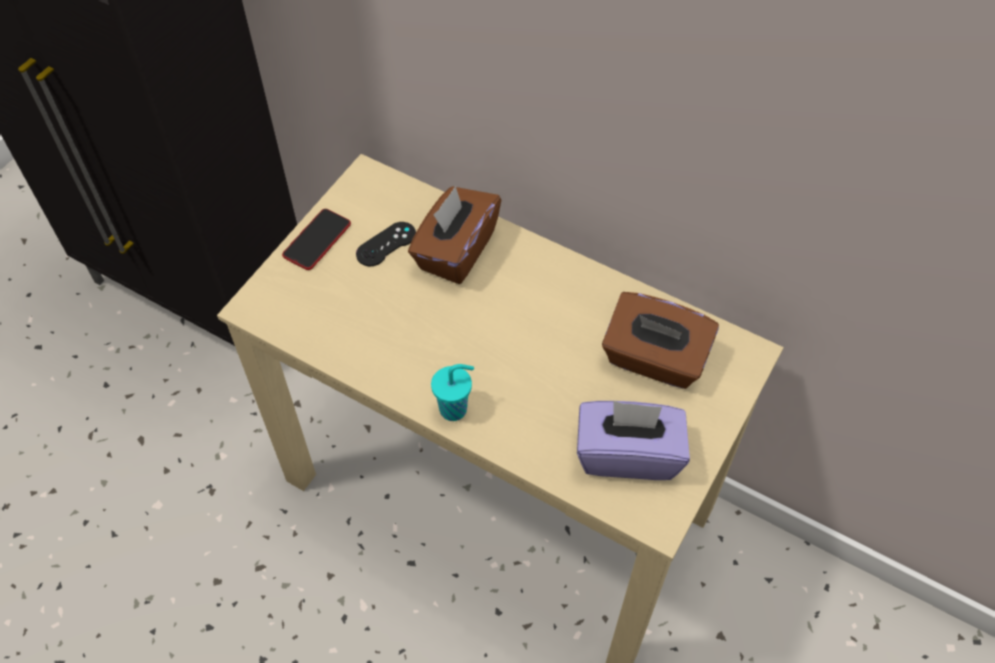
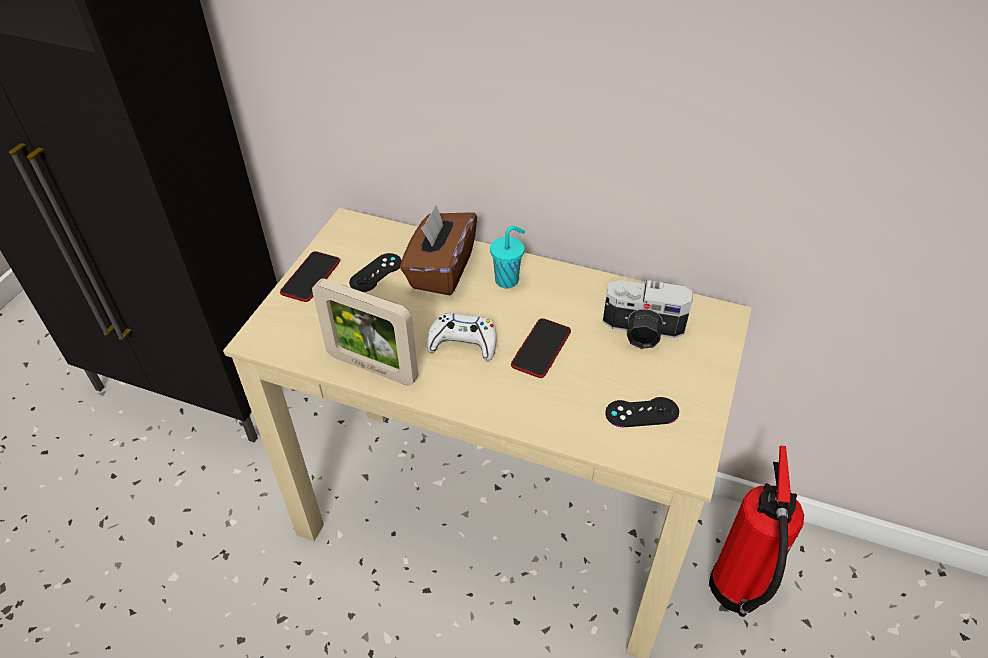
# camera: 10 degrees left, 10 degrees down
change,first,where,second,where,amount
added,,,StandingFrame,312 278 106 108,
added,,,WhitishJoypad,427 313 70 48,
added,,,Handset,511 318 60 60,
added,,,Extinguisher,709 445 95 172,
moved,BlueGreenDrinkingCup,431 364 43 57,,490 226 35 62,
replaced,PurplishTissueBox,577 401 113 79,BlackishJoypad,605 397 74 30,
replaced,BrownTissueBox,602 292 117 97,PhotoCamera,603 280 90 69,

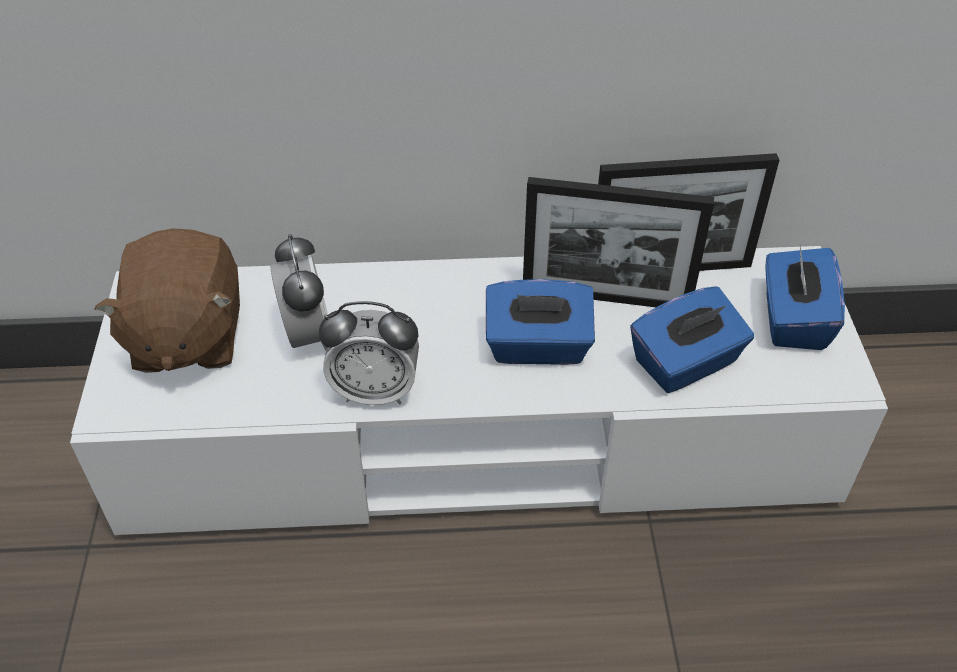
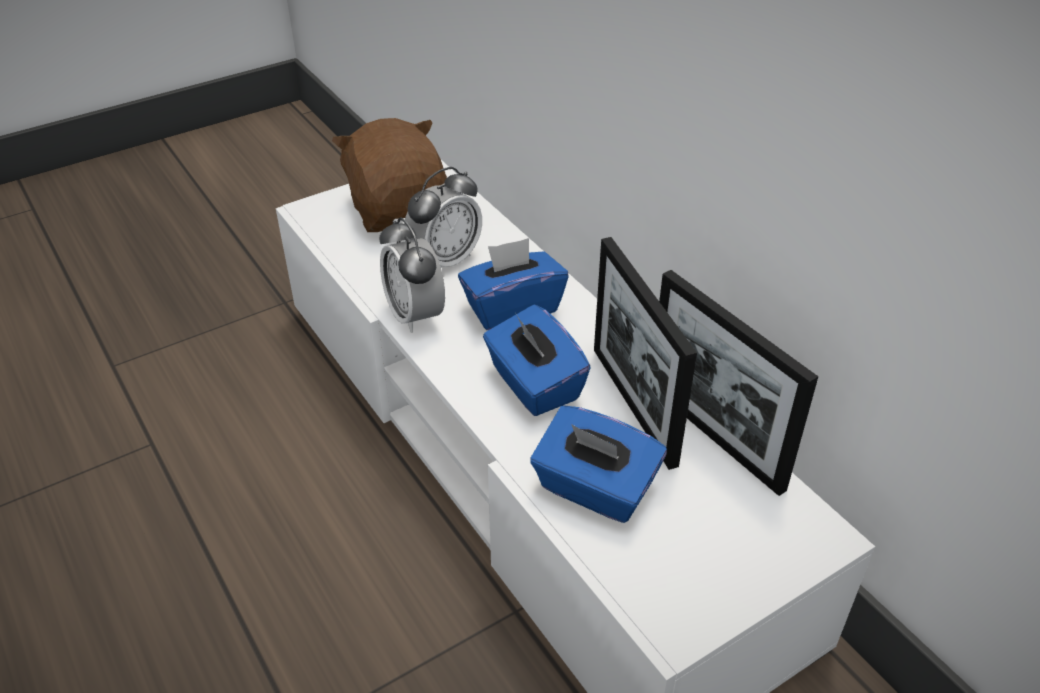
# camera: 60 degrees right, 5 degrees down
change,first,where,second,where,amount
moved,BlueColouredTissueBox,765 245 80 105,,458 238 110 92,
turned,BrownCuddlyToy,95 228 145 145,,332 118 115 114,105 degrees clockwise

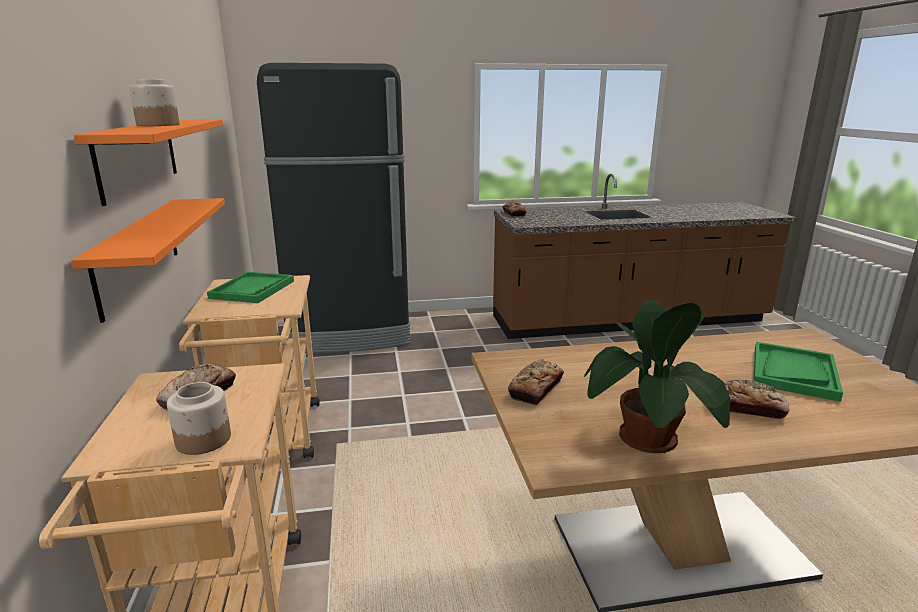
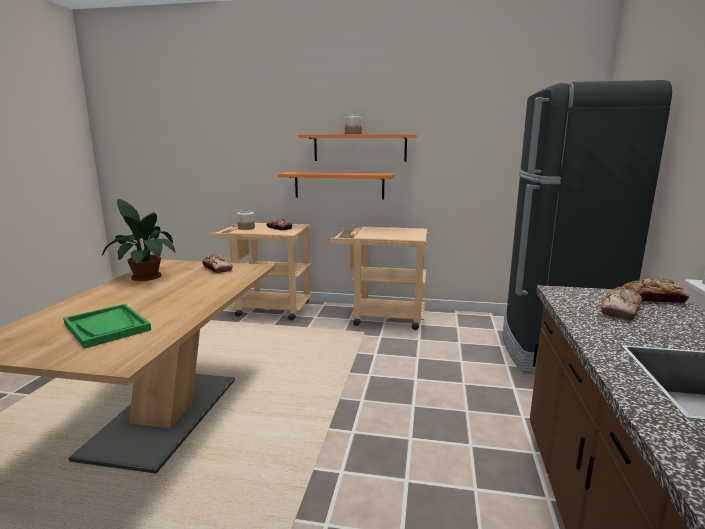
# camera: 110 degrees right, 5 degrees down
change,first,where,second,where,amount
removed,GreenishTray,207 272 87 31,,,
moved,BakedBread,723 380 66 39,,601 287 41 33,

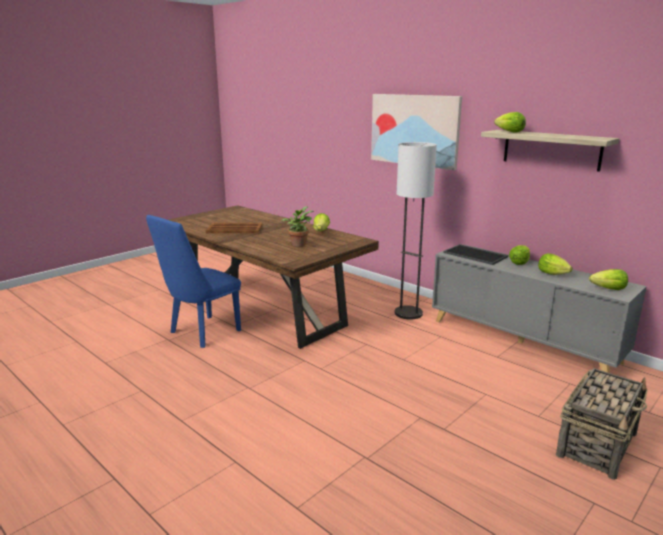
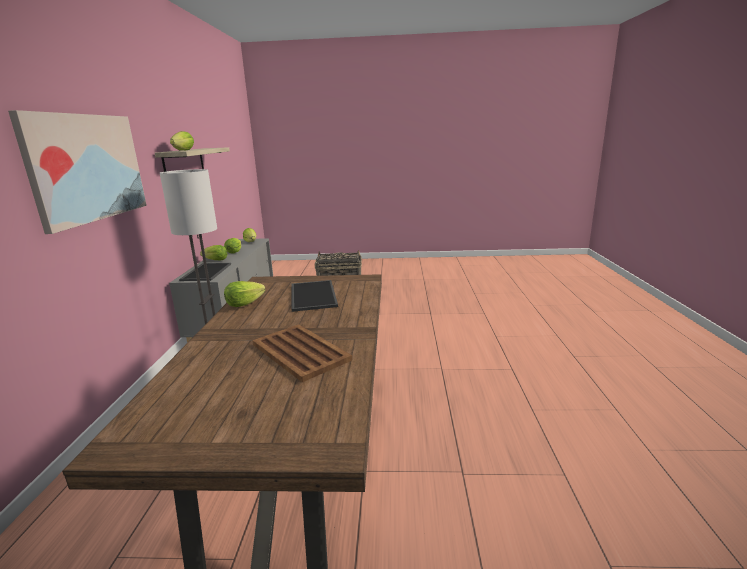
# camera: 130 degrees left, 0 degrees up
change,first,where,second,where,amount
removed,BlueColouredPlainChair,146 215 95 133,,,
replaced,PlantInAPot,281 206 33 41,Tray,291 280 47 32,

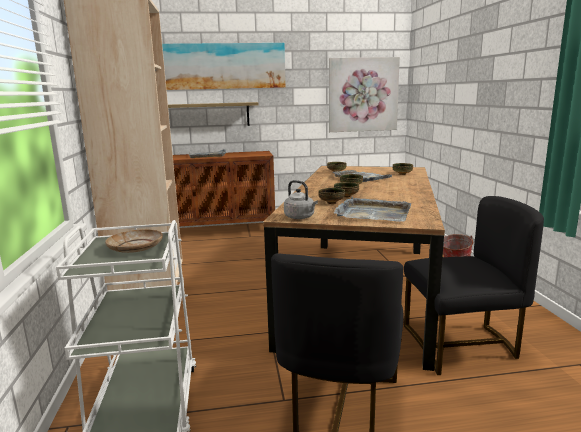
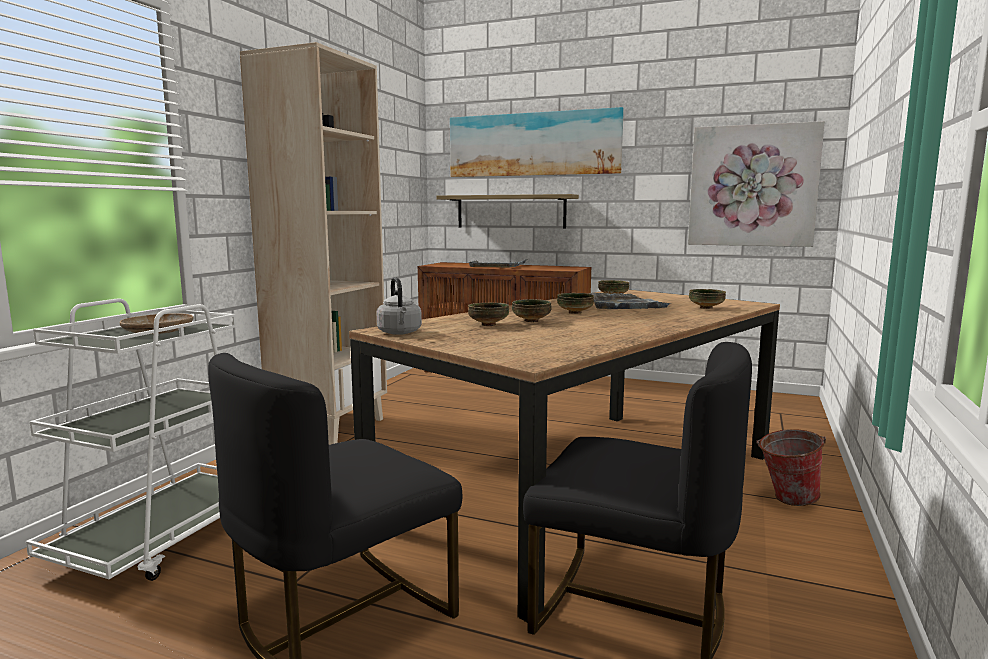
# camera: 30 degrees right, 5 degrees down
change,first,where,second,where,amount
removed,GreyishTray,334 197 77 25,,,

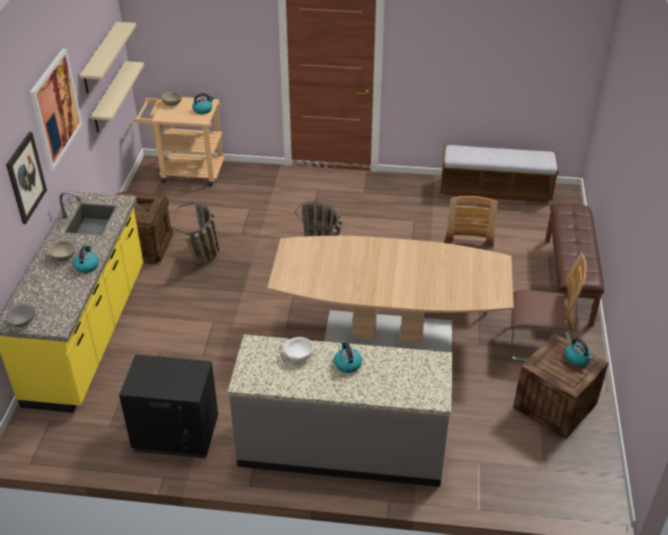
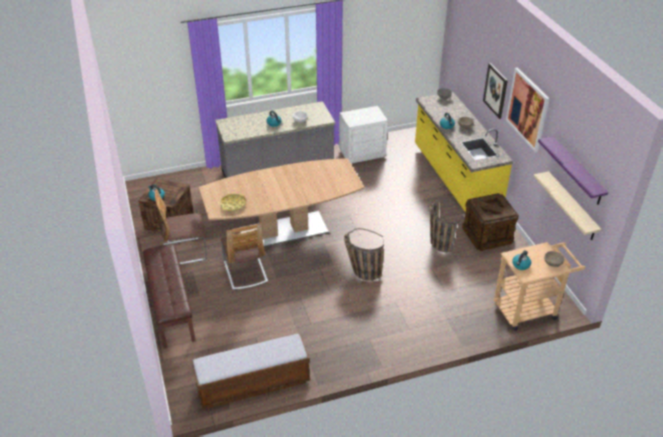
# camera: 155 degrees right, 0 degrees up
change,first,where,second,where,amount
added,,,YellowTray,220 193 26 18,
recoloured,BeigeBracketShelf,79 22 57 71,PurplishBracketShelf,538 136 70 69,
recoloured,BlackishBedsideTable,119 354 99 105,WhitishBedsideTable,339 106 49 58,

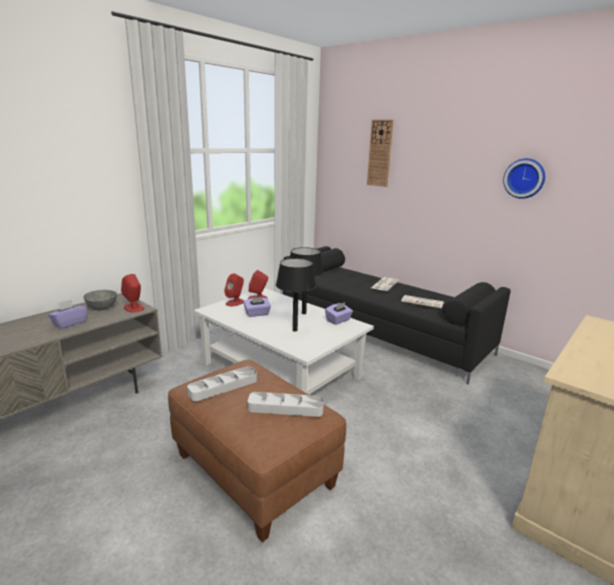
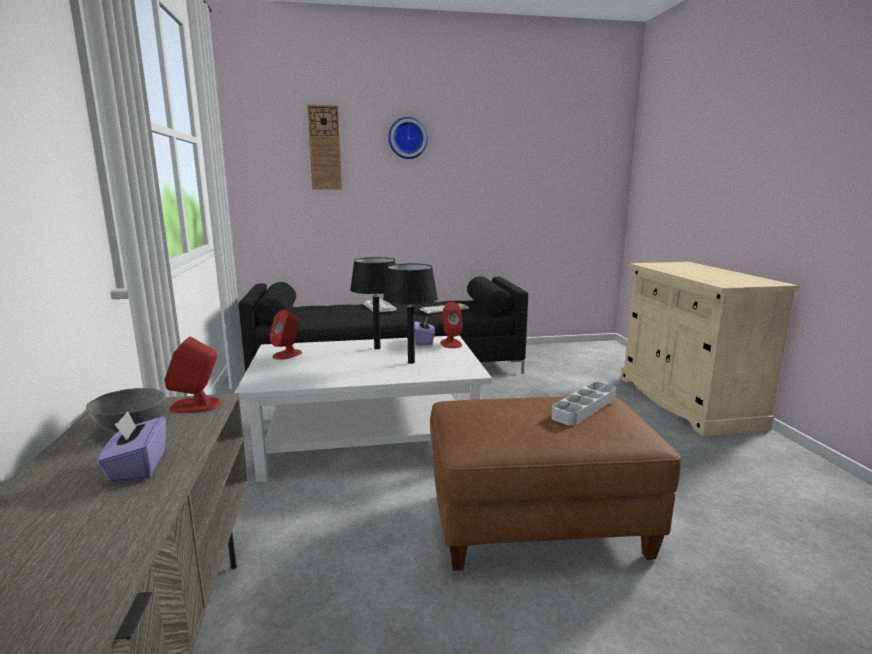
# camera: 50 degrees left, 5 degrees down
change,first,where,second,where,amount
removed,GreyishTray,187 366 70 35,,,
removed,PurplishTissueBox,243 297 28 20,,,
moved,RedColouredSpeaker,224 273 20 33,,440 302 23 46,
moved,ClockOnTheWall,503 158 42 41,,388 117 40 42,

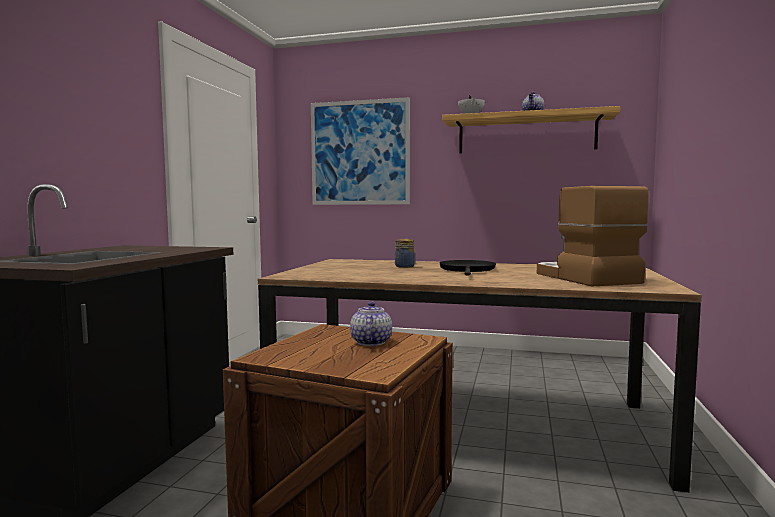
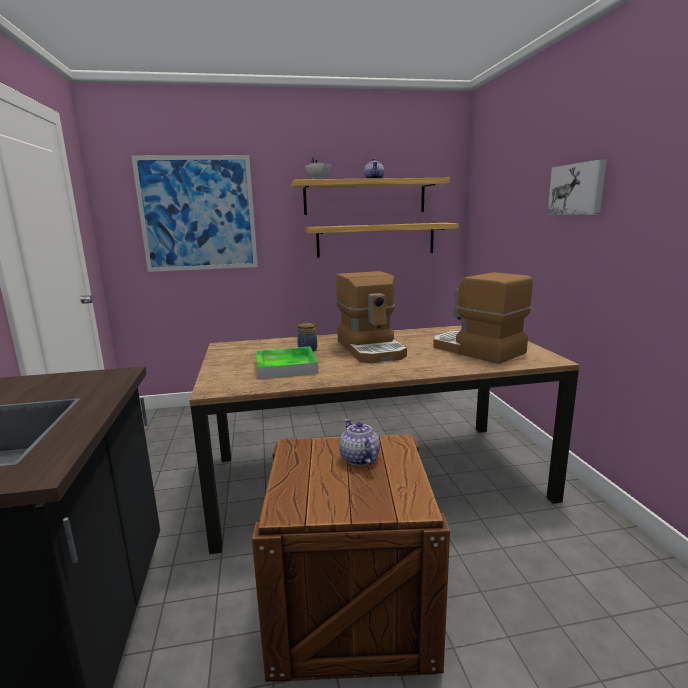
# camera: 25 degrees left, 10 degrees up
change,first,where,second,where,amount
added,,,Tray,256 346 62 33,
added,,,BracketShelf,305 223 154 35,
added,,,WallPicture,547 159 60 56,
replaced,BlackishFryingPan,439 260 57 15,CoffeeBrewer,336 271 71 92,

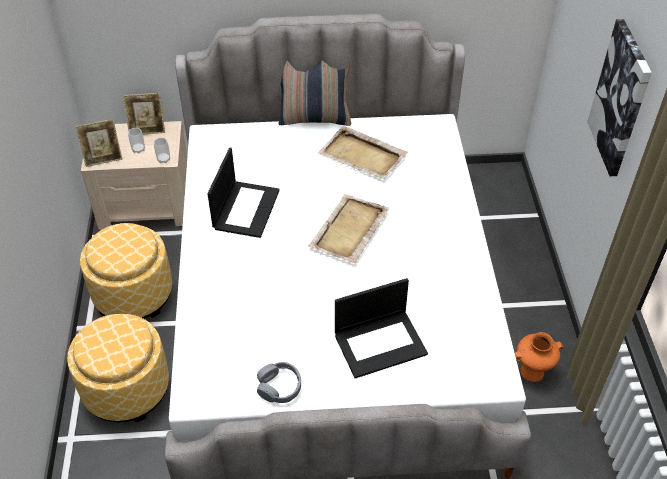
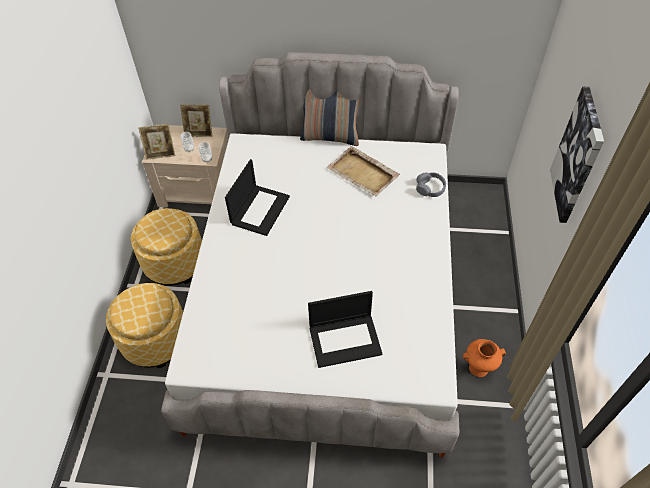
# camera: 10 degrees right, 5 degrees up
change,first,where,second,where,amount
removed,BeigeTray,308 194 81 69,,,
moved,GreyishPairOfHeadphones,257 362 44 41,,416 172 30 25,

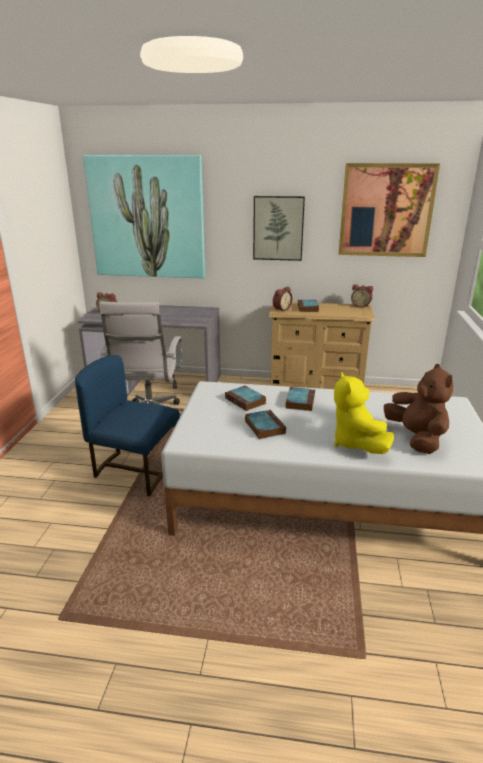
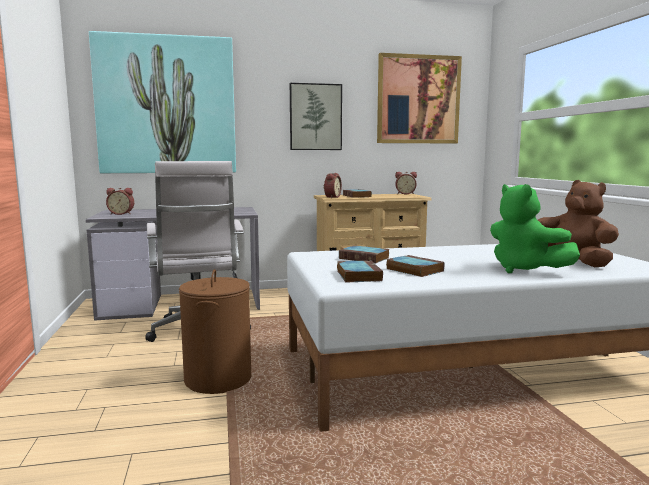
# camera: 20 degrees left, 15 degrees down
change,first,where,second,where,amount
moved,BoundBook,285 387 30 24,,337 260 46 23,
replaced,BlueColouredPlainChair,75 355 105 141,BrownLaundryBasket,179 269 72 125,
recoloured,YellowCuddlyToy,334 372 60 82,GreenishCuddlyToy,490 184 90 89,

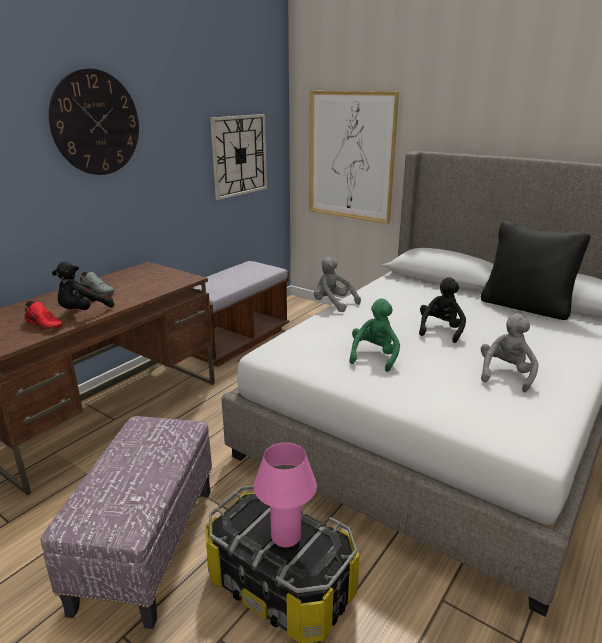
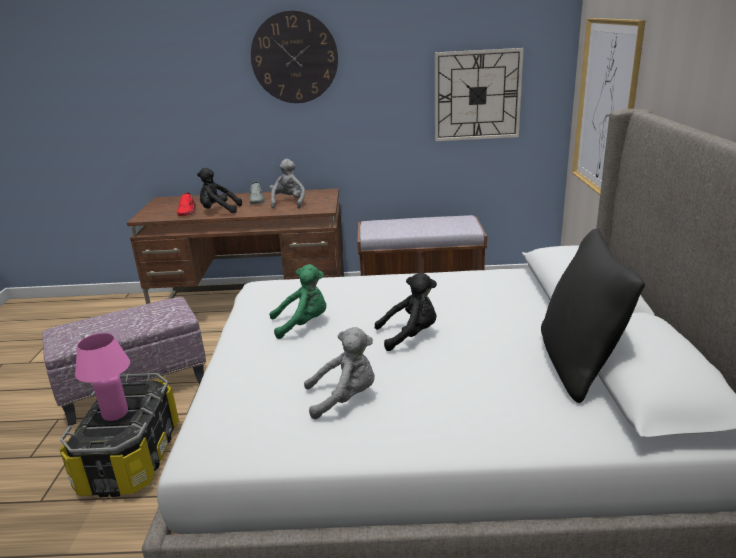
# camera: 55 degrees right, 0 degrees up
change,first,where,second,where,amount
moved,GreyishCuddlyToy,314 257 47 55,,269 159 36 50,

